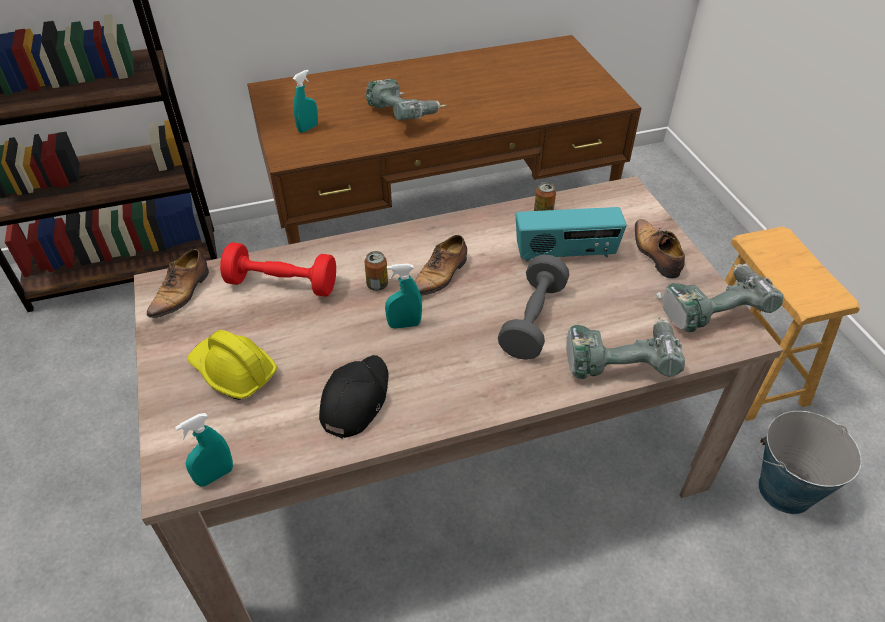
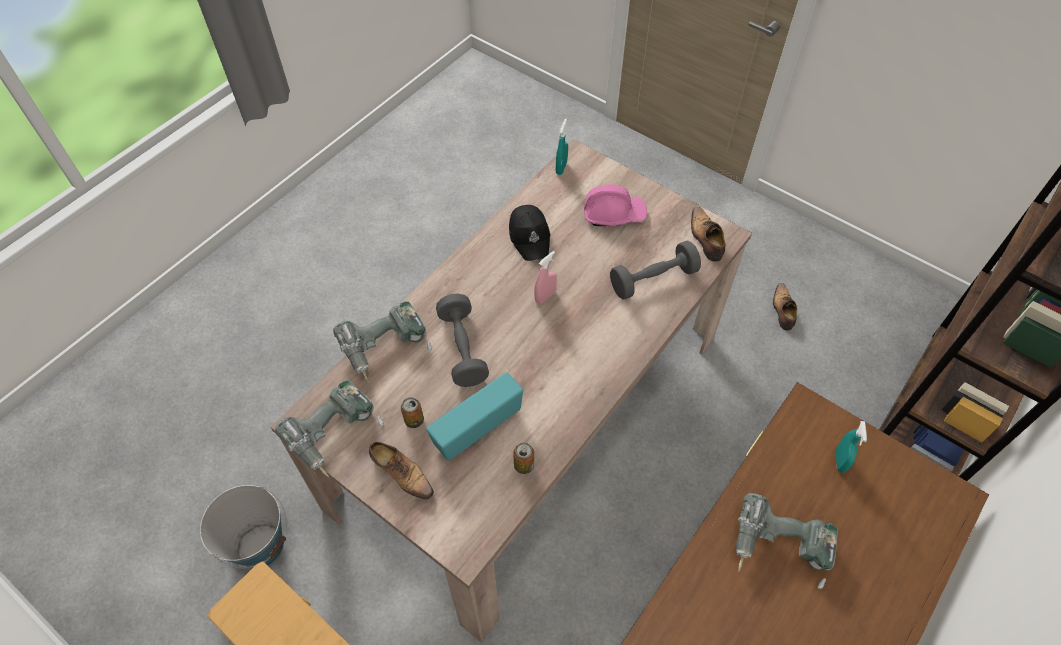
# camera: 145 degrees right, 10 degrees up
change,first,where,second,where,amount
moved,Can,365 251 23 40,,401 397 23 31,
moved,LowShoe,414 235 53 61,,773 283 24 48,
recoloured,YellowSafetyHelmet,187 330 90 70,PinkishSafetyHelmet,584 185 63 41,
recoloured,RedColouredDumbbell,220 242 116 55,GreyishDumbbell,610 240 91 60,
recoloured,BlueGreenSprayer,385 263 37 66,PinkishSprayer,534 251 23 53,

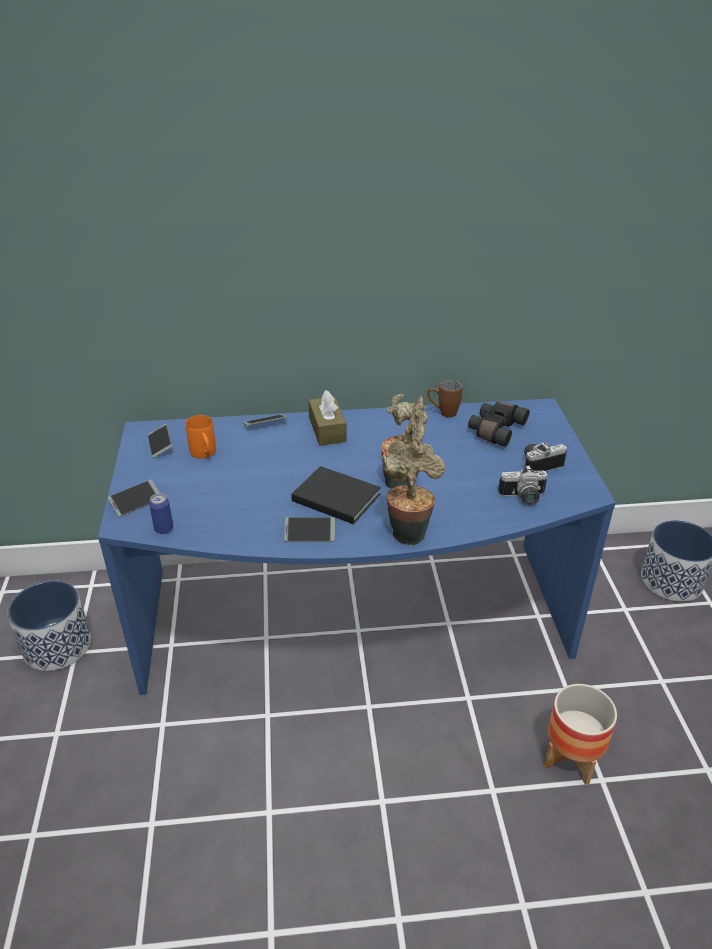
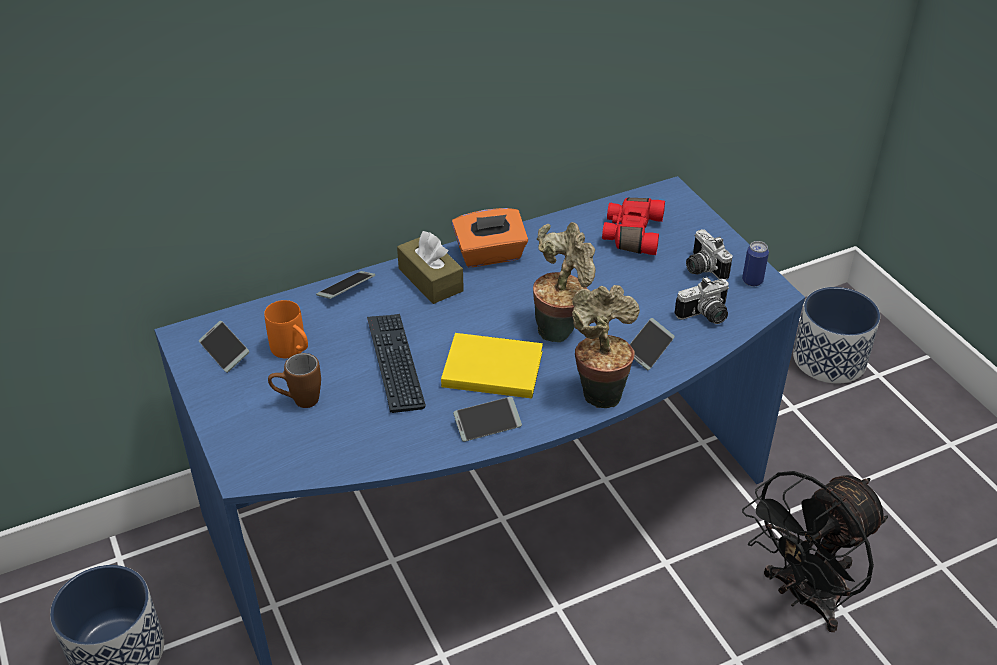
# camera: 20 degrees left, 5 degrees up
change,first,where,second,where,amount
added,,,Keyboard,367 314 59 99,
added,,,OrangeTissueBox,452 208 76 59,
moved,Handset,108 480 52 37,,629 318 46 52,
moved,Can,149 493 24 41,,742 241 27 45,
moved,BrownCoffeeMug,427 380 36 38,,268 353 53 55,
replaced,PlantPot,544 684 73 101,BlackishFan,742 471 146 161,
recoloured,BlackishBoundBook,291 466 90 58,YellowBoundBook,441 333 102 66,
recoloured,BlackishBinoculars,468 402 62 45,RedColouredBinoculars,602 198 63 57,
turned,PhotoCamera,524 443 43 28,,686 229 47 51,75 degrees counterclockwise

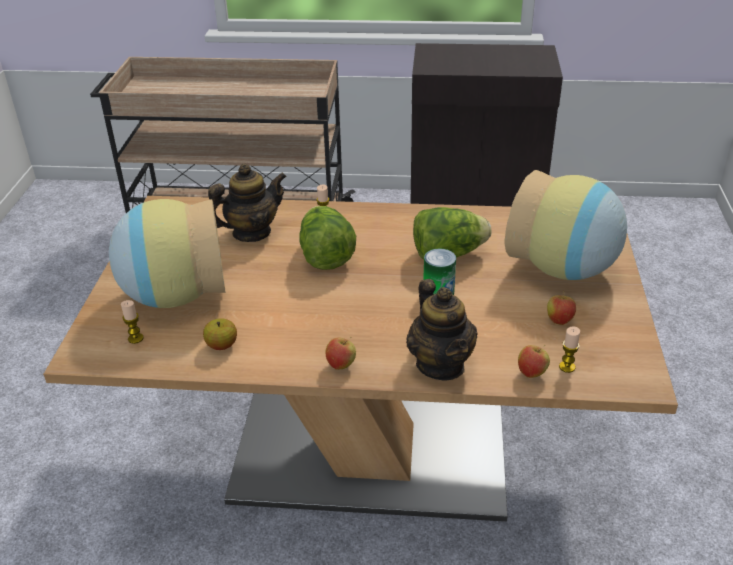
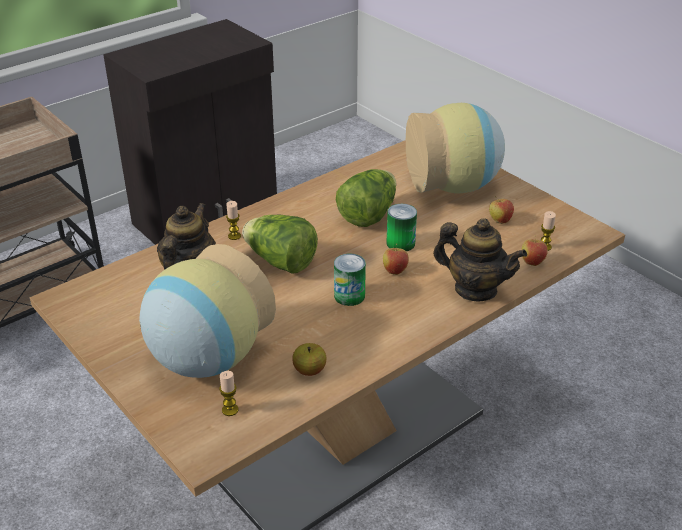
# camera: 45 degrees left, 0 degrees up
change,first,where,second,where,amount
added,,,Can,334 254 32 52,
moved,Apple,325 337 31 33,,383 244 26 31,

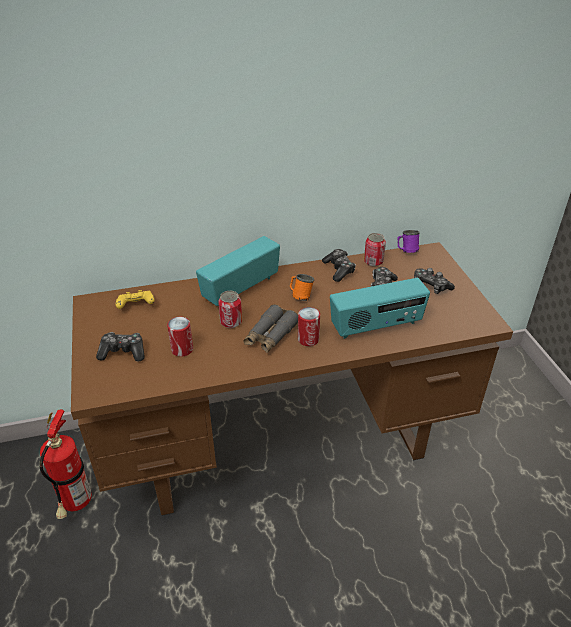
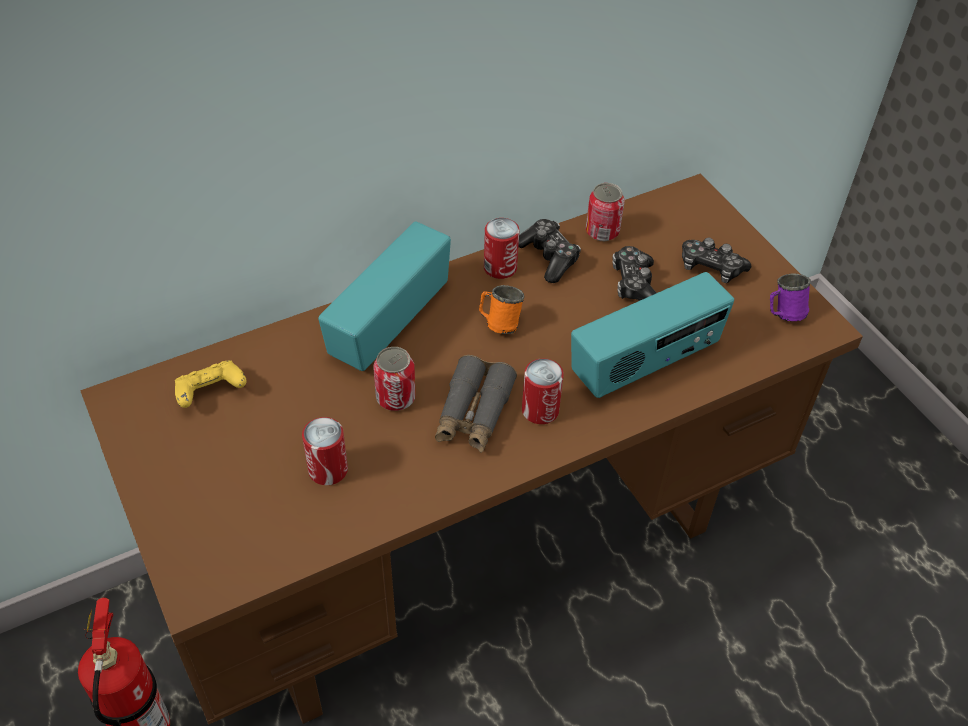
# camera: 15 degrees left, 10 degrees up
change,first,where,second,where,amount
removed,Joypad,96 332 49 30,,,
added,,,Can,484 218 35 61,
moved,PurplishCoffeeMug,397 230 23 23,,770 273 41 48,

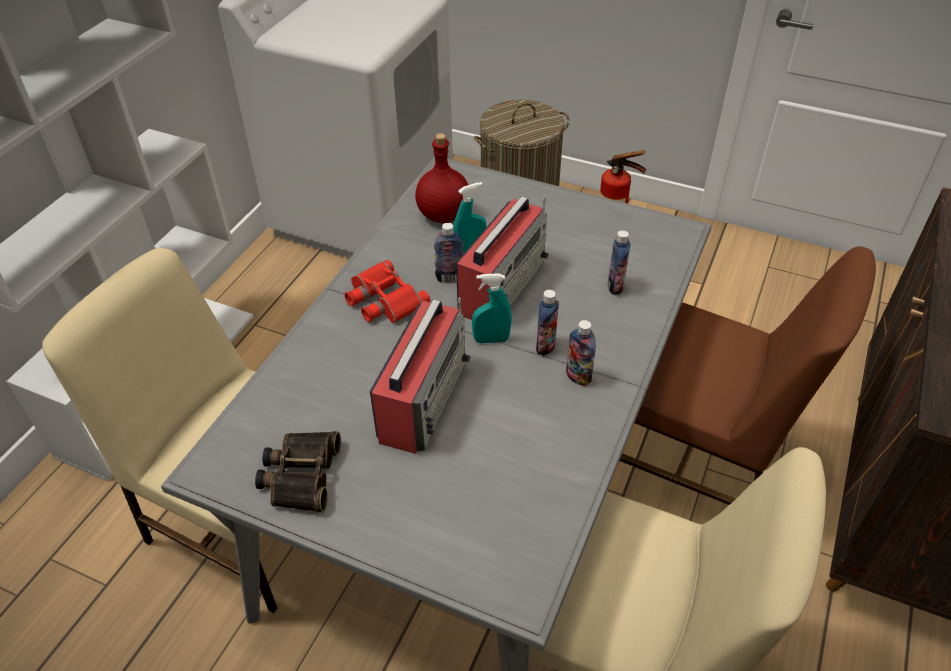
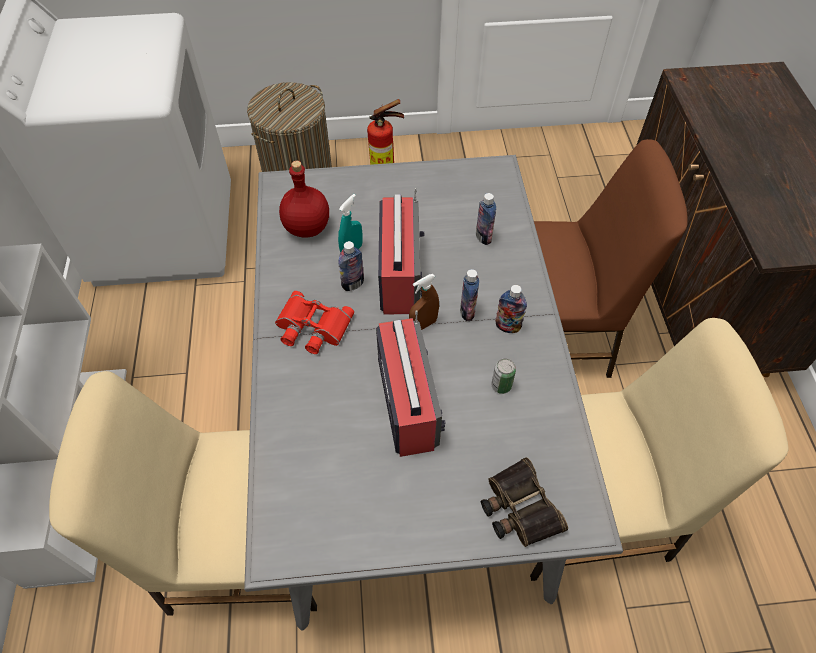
# camera: 30 degrees left, 10 degrees up
change,first,where,second,where,amount
added,,,Can,491 358 25 36,
moved,Binoculars,255 431 86 81,,481 457 87 90,
recoloured,BlueGreenSprayer,472 273 40 70,BrownSprayer,409 274 30 56,

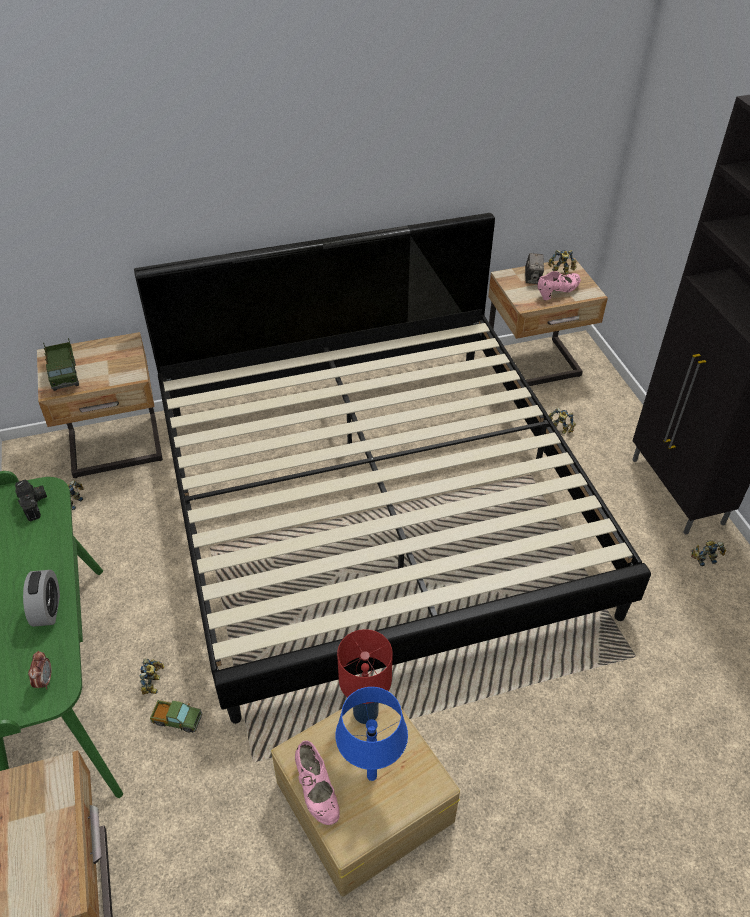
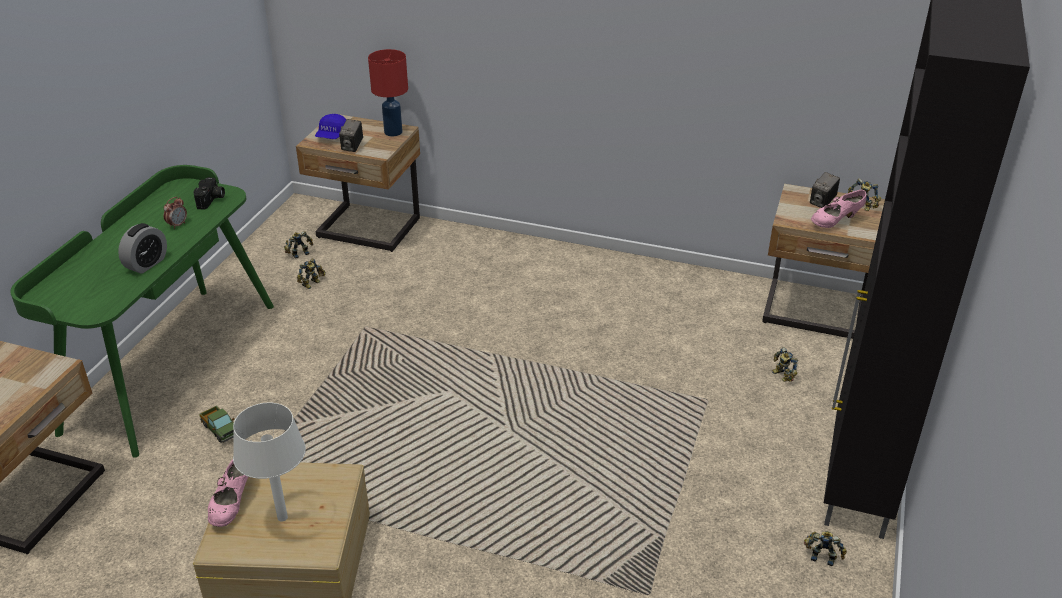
# camera: 35 degrees right, 10 degrees down
change,first,where,second,where,amount
removed,Bed,134 213 517 511,,,
added,,,PhotoCamera,339 119 24 33,
moved,TableClock,28 651 23 38,,164 197 23 32,
moved,RobotFigure,140 658 24 37,,297 258 29 31,
moved,RedColouredTabletopLamp,337 629 56 95,,368 49 40 87,
replaced,ToyTruck,43 338 36 53,BlueColouredCap,315 114 31 25,
recoloured,BlueColouredTabletopLamp,336 687 72 94,WhitishTabletopLamp,233 402 73 120,
turned,PinkishLowShoe,538 271 43 29,,811 190 55 38,150 degrees clockwise

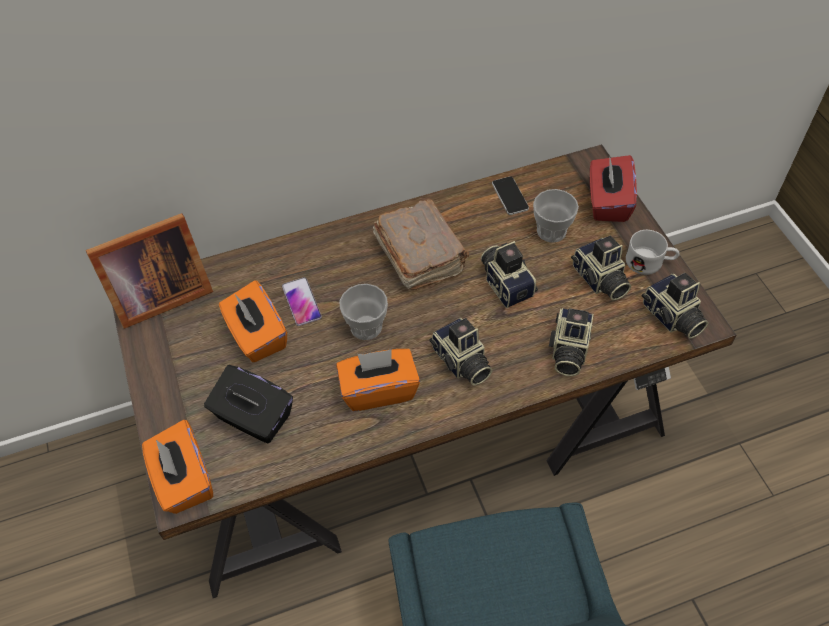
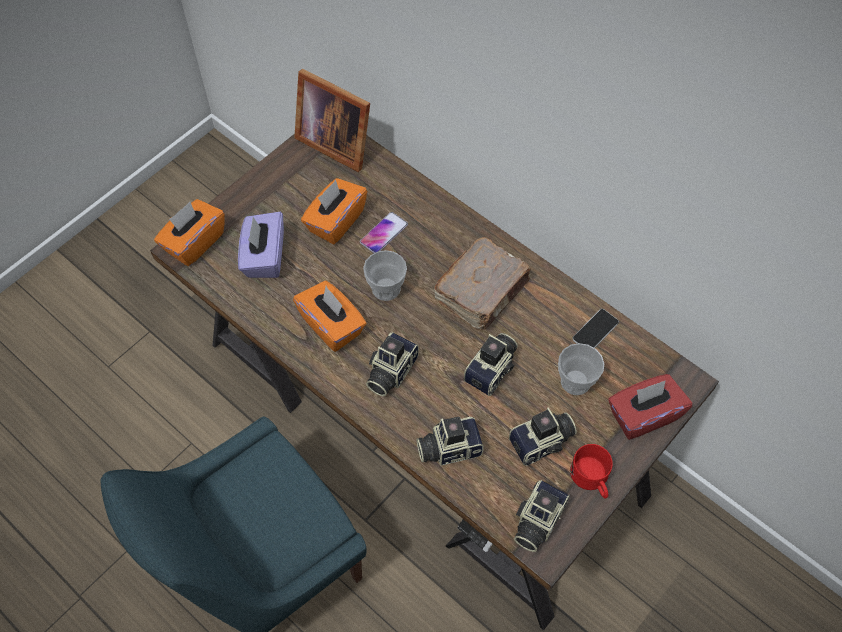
# camera: 60 degrees right, 5 degrees up
change,first,where,second,where,amount
recoloured,BlackishTissueBox,204 365 89 79,PurplishTissueBox,238 212 46 66,
recoloured,WhitishCoffeeMug,626 230 54 45,RedColouredCoffeeMug,570 444 43 55,
turned,PhotoCamera,571 236 60 64,,509 407 68 59,150 degrees counterclockwise

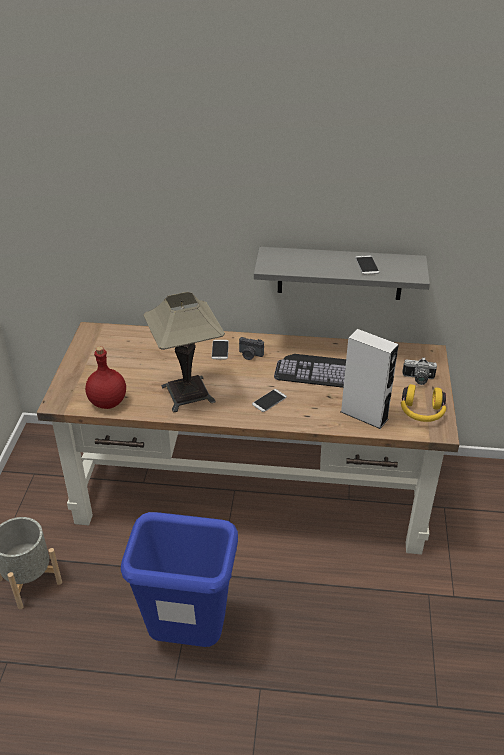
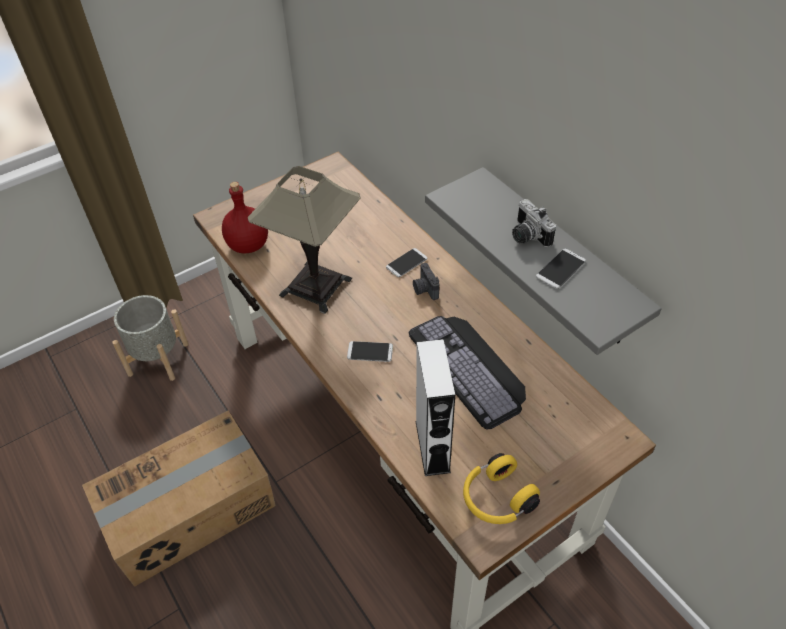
# camera: 50 degrees right, 10 degrees up
change,first,where,second,where,amount
moved,PhotoCamera,402 357 35 28,,512 199 44 48,
replaced,BlueColouredTrashCan,121 512 117 135,Carton,82 410 194 177,

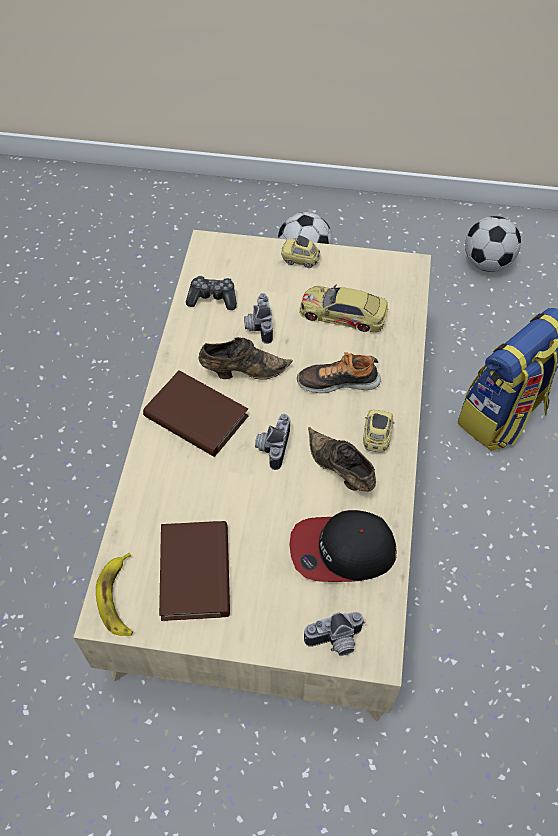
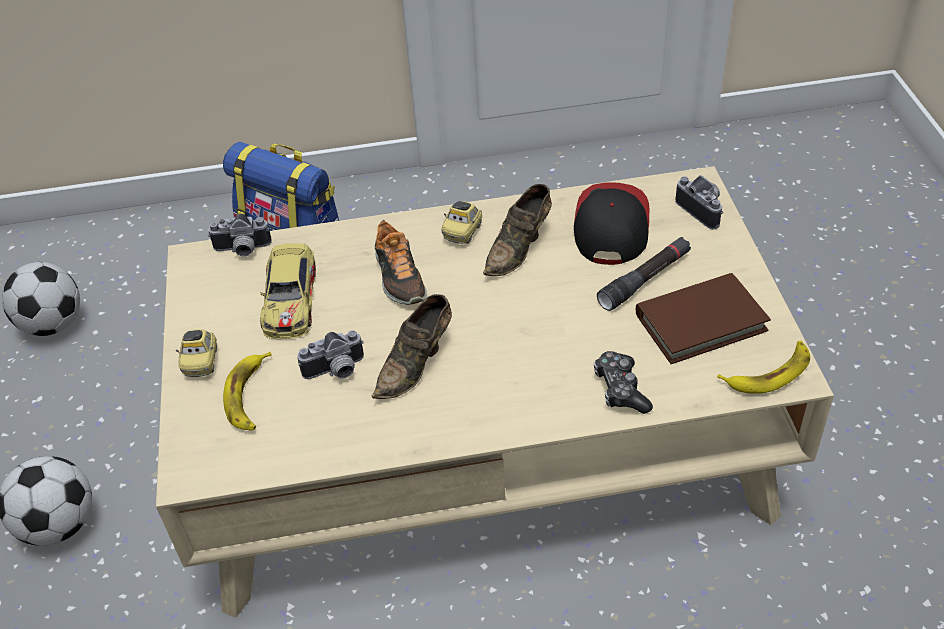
# camera: 105 degrees left, 10 degrees down
change,first,where,second,where,amount
removed,BrownBoundBook,143 370 105 87,,,
added,,,WholeBanana,223 352 49 79,
added,,,BlackishTorch,597 237 94 74,
moved,Joypad,186 276 51 34,,594 351 59 63,
moved,PhotoCamera,255 414 35 56,,208 214 64 43,
turned,BrownLowShoe,198 337 95 42,,372 294 80 105,120 degrees counterclockwise
turned,Cap,289 510 107 72,,574 182 75 83,150 degrees counterclockwise
turned,MiniatureCar,363 410 32 42,,441 201 41 43,60 degrees counterclockwise

